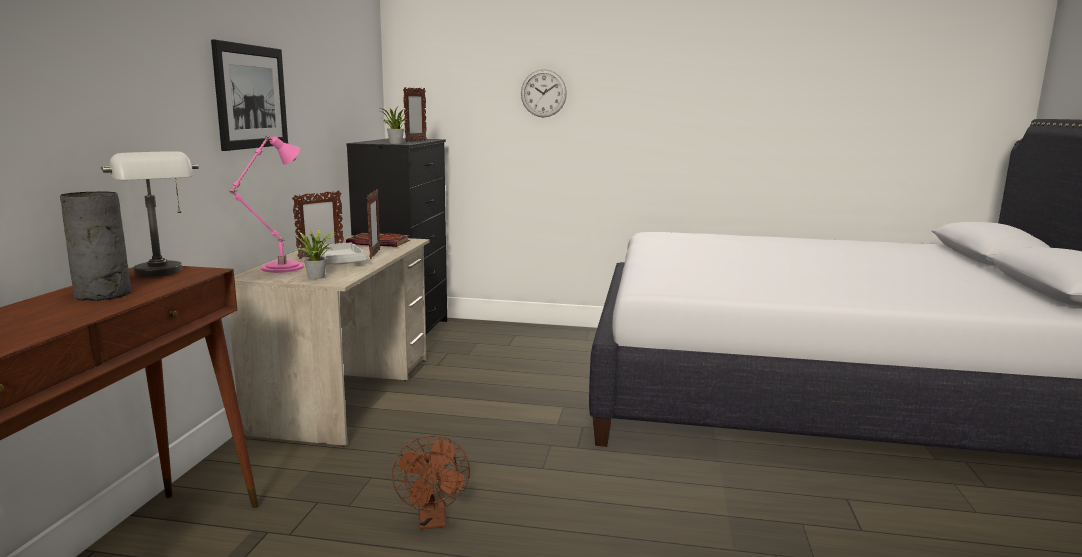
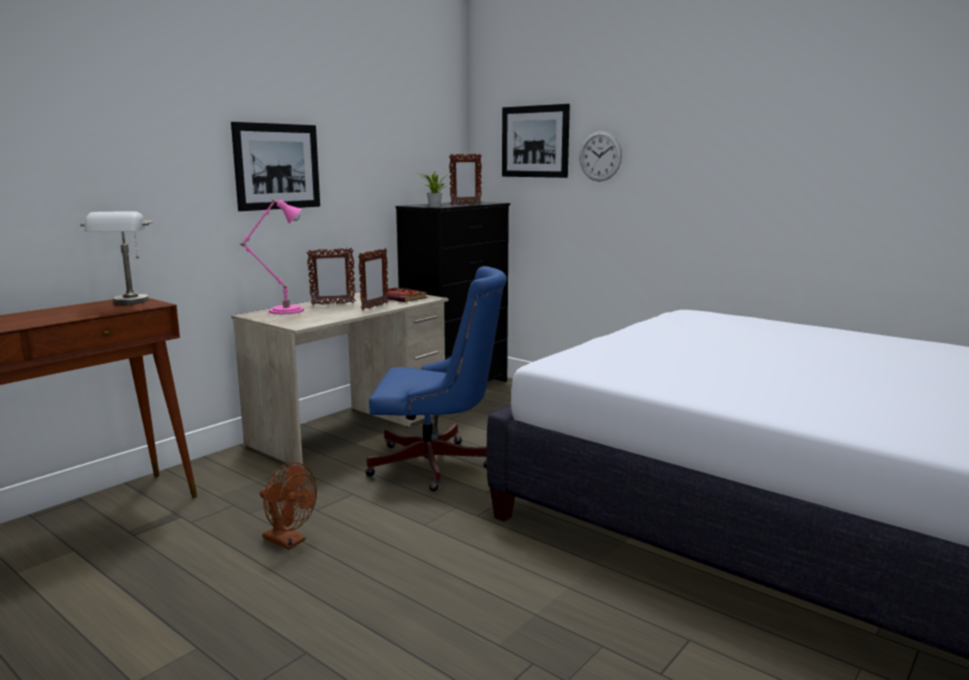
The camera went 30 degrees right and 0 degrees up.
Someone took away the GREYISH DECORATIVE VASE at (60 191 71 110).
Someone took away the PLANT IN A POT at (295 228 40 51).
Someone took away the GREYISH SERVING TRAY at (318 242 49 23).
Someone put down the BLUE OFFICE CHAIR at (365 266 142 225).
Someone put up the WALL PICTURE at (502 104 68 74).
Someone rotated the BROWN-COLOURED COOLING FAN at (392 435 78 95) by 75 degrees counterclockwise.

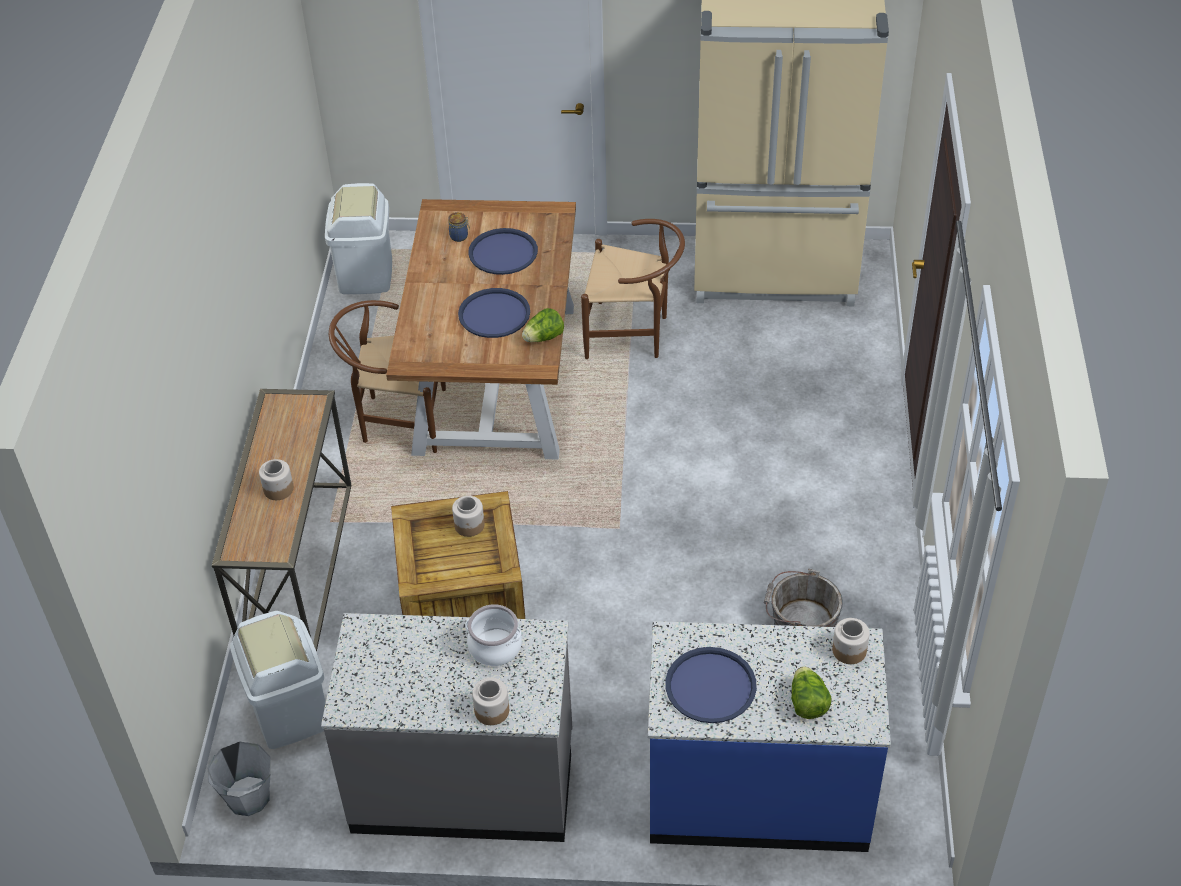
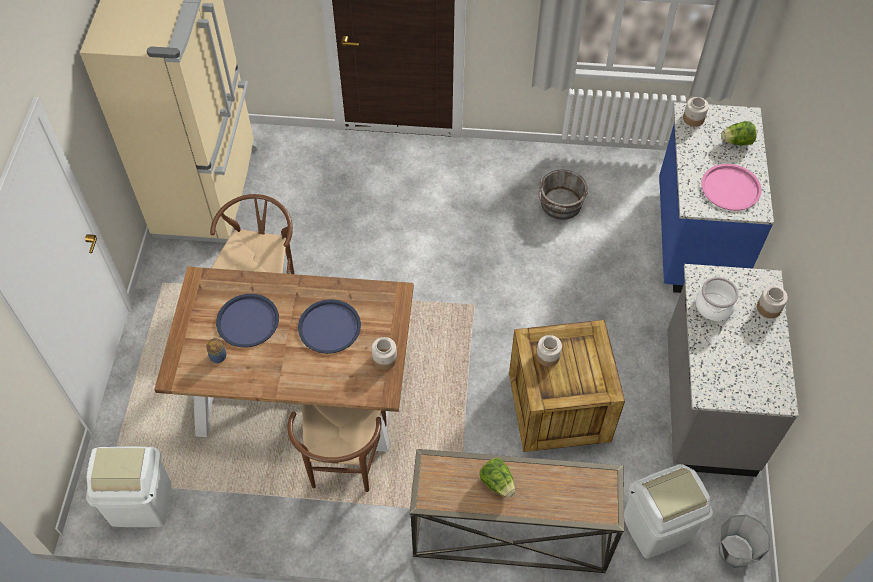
The camera went 90 degrees left and 10 degrees up.
Someone carried the JAR from (259 459 35 41) to (372 337 25 33).
Someone carried the LETTUCE HEAD from (522 308 42 34) to (480 458 35 40).
Someone repainted the BLUE SERVING TRAY at (665 647 92 76), which became the PINKISH SERVING TRAY at (701 164 60 47).

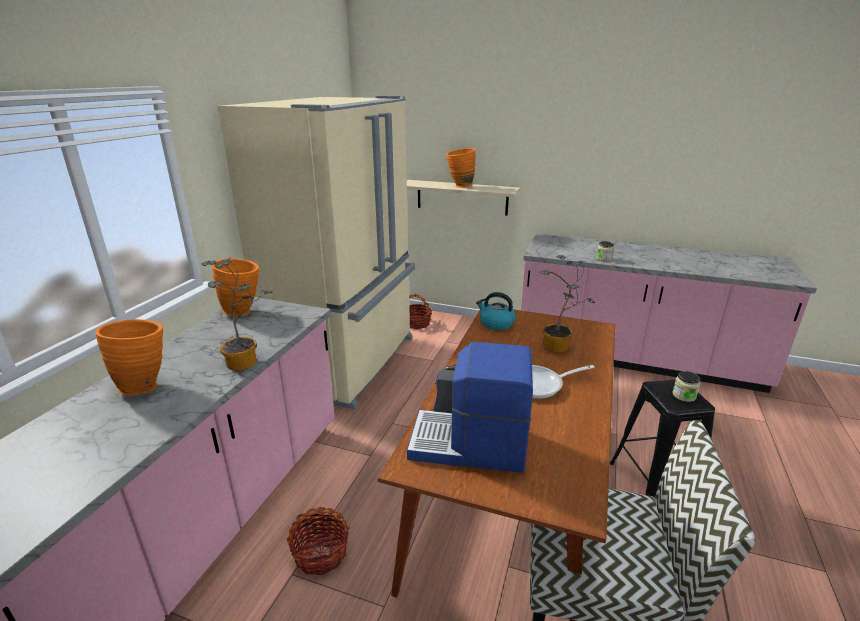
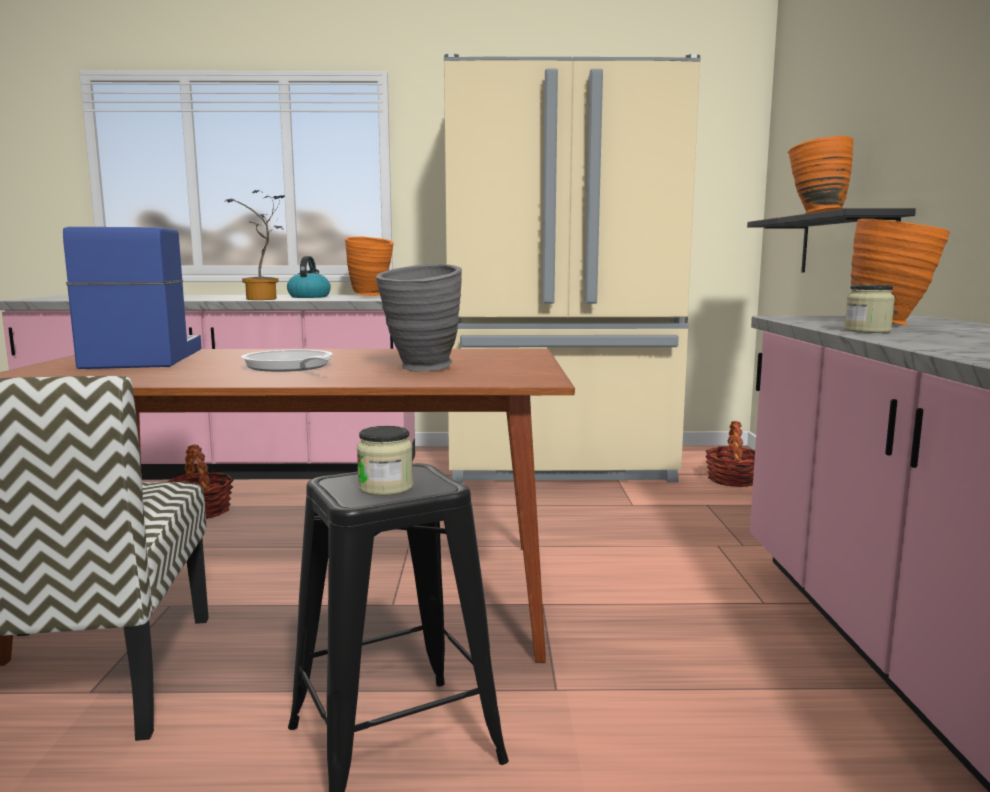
The camera went 70 degrees right and 15 degrees down.
Someone carried the ORANGE DECORATIVE VASE from (96 319 67 77) to (851 219 99 106).
Someone carried the KETTLE from (476 292 40 38) to (287 256 44 42).
Someone swapped the PLANT IN A POT at (540 255 55 98) for the GREYISH DECORATIVE VASE at (376 264 86 107).
Someone repainted the BEIGE SHELF at (407 180 113 35), which became the BLACK-COLOURED SHELF at (747 208 169 64).

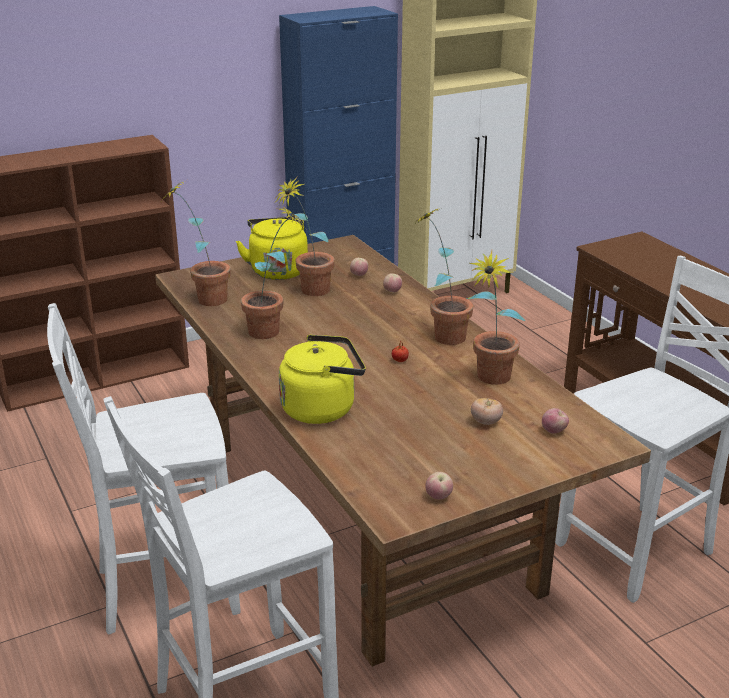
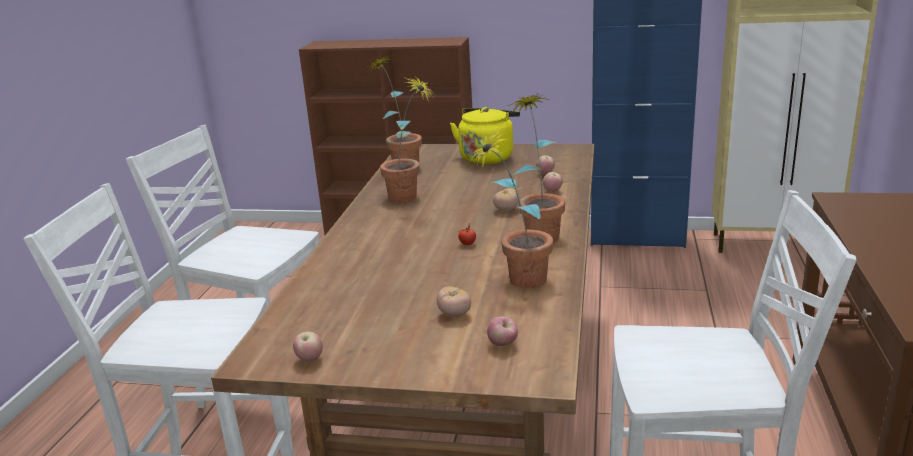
The camera went 40 degrees right and 5 degrees down.
Someone took away the PLANT IN A POT at (276 176 59 120).
Someone took away the YELLOW KETTLE at (279 335 87 89).
Someone put down the FRESH TOMATO at (493 188 26 23).

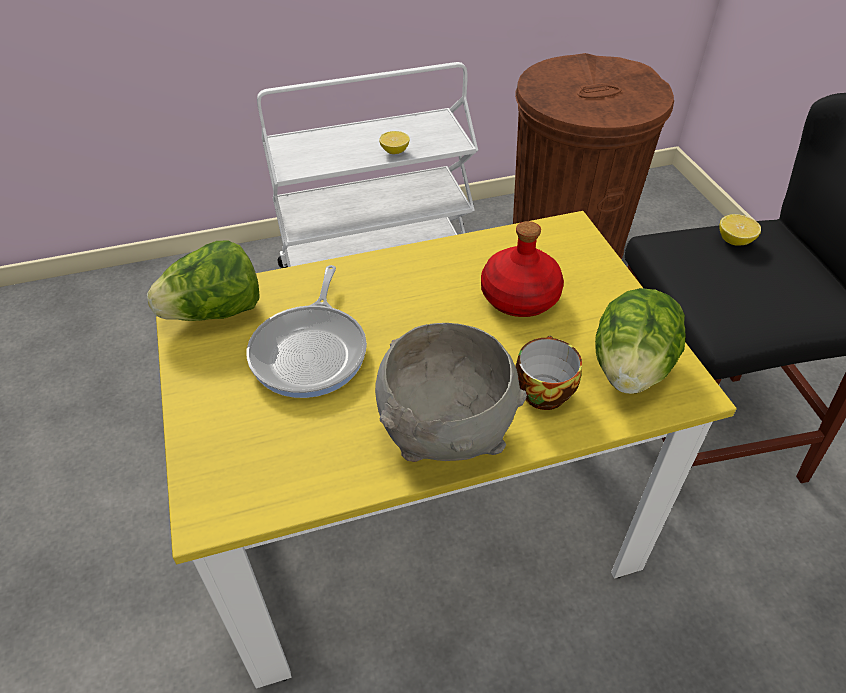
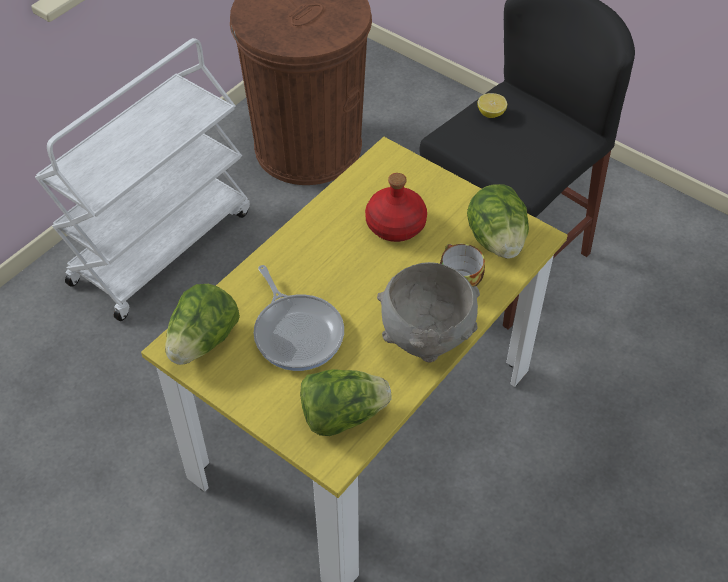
The camera went 35 degrees left and 5 degrees up.
Someone took away the CITRUS FRUIT at (379 131 31 23).
Someone put down the LETTUCE HEAD at (300 369 92 67).

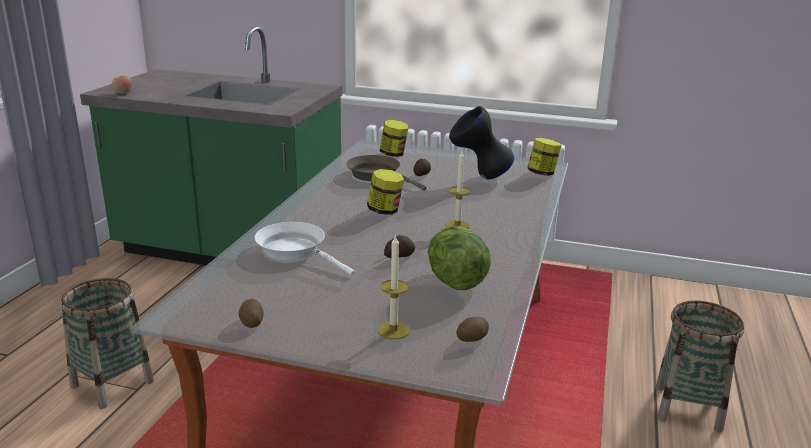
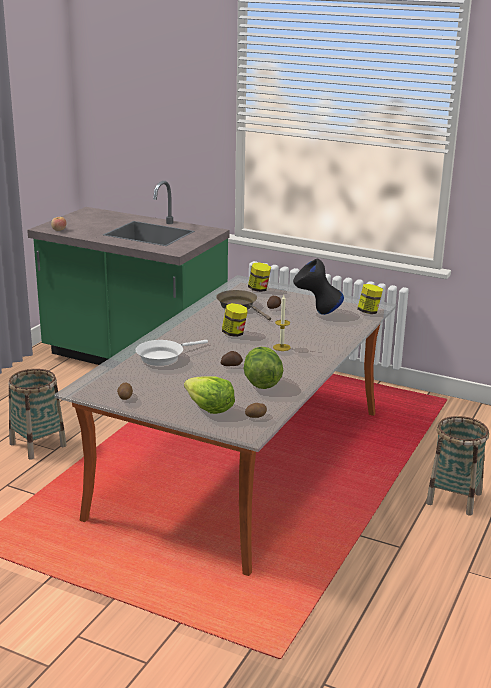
The camera went 10 degrees right and 0 degrees up.
Someone swapped the WAX LIGHT at (378 234 32 105) for the LETTUCE HEAD at (184 376 51 38).
Someone rotated the WHITE-COLOURED SKILLET at (255 222 100 54) by 90 degrees counterclockwise.

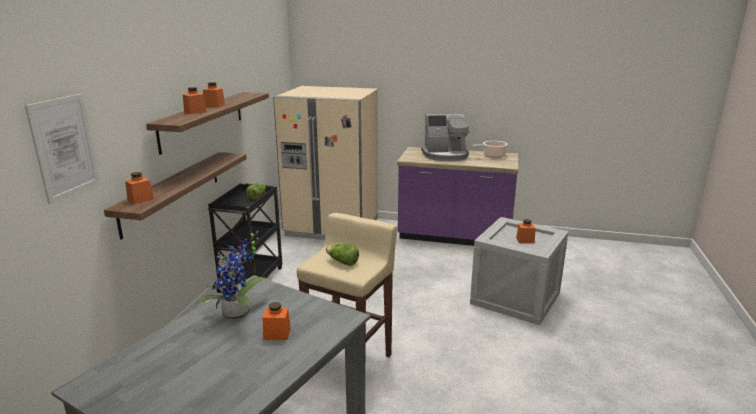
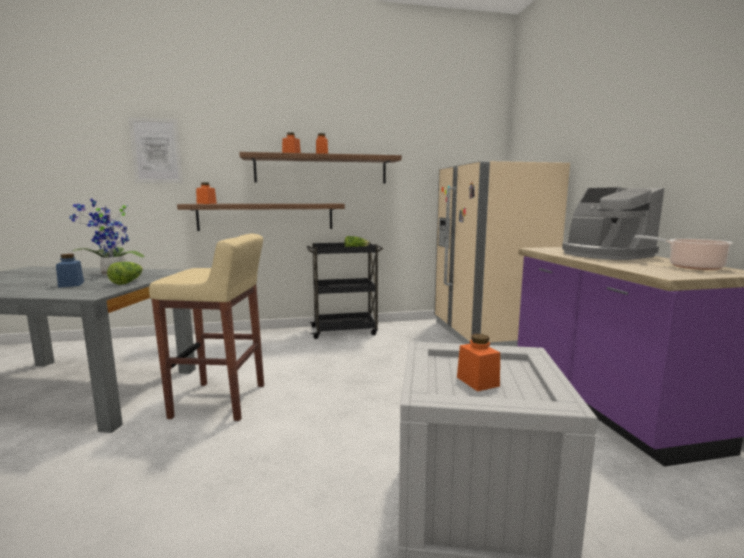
The camera went 65 degrees right and 10 degrees down.
Someone carried the LETTUCE HEAD from (326 244 33 22) to (107 262 36 23).
Someone repainted the ORANGE JAR at (263 302 28 38), which became the BLUE JAR at (56 254 28 34).

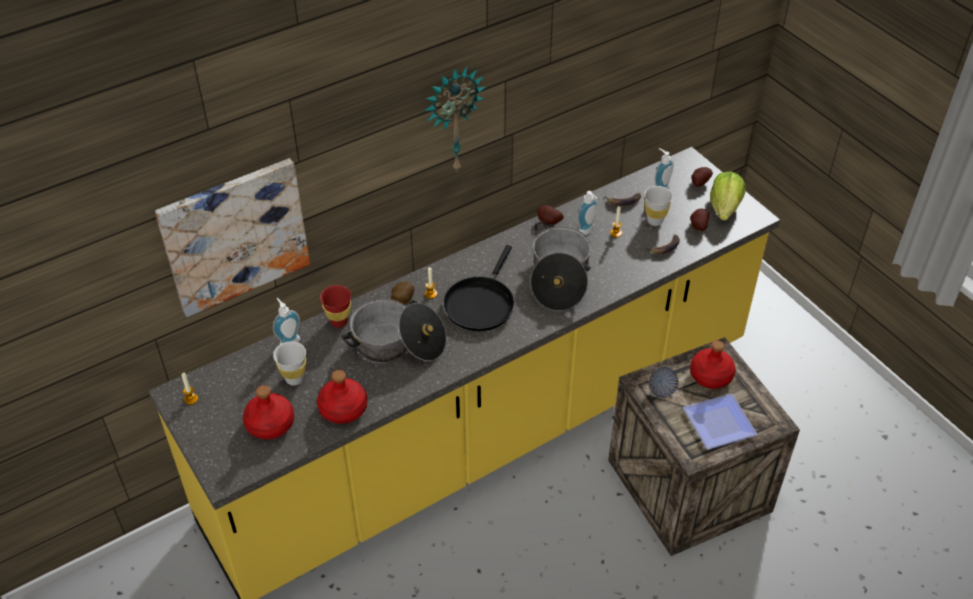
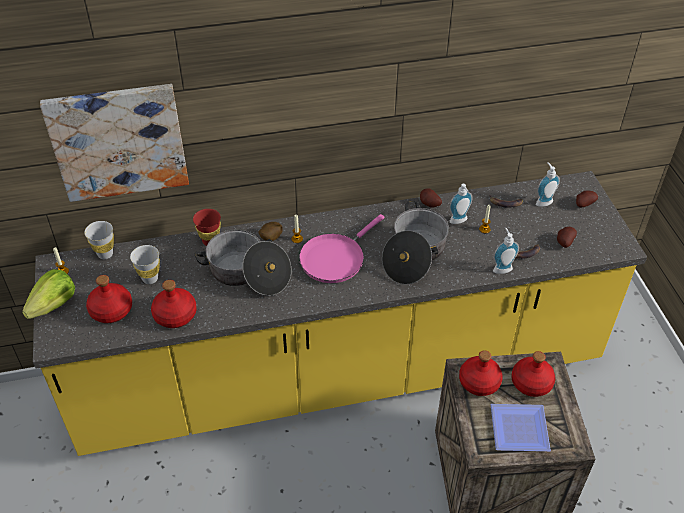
The camera went 20 degrees right and 0 degrees up.
Someone took away the CLOCK ON THE WALL at (424 66 62 106).
Someone carried the SOAP DISPENSER from (273 298 27 47) to (493 228 26 46).
Someone carried the WHITE-COLOURED DRINKING CUP from (644 186 29 40) to (84 221 30 38).
Someone carried the LETTUCE HEAD from (710 171 35 49) to (22 269 53 50).
Someone swapped the BOWL at (649 367 29 31) for the RED-COLOURED BOTTLE at (459 350 44 46).
Someone repainted the BLACK-COLOURED SKILLET at (443 245 72 86), which became the PINKISH SKILLET at (299 214 86 69).

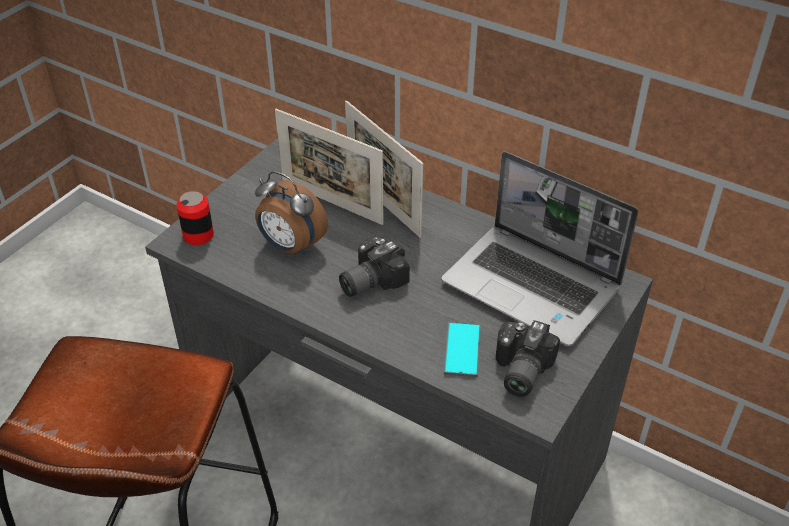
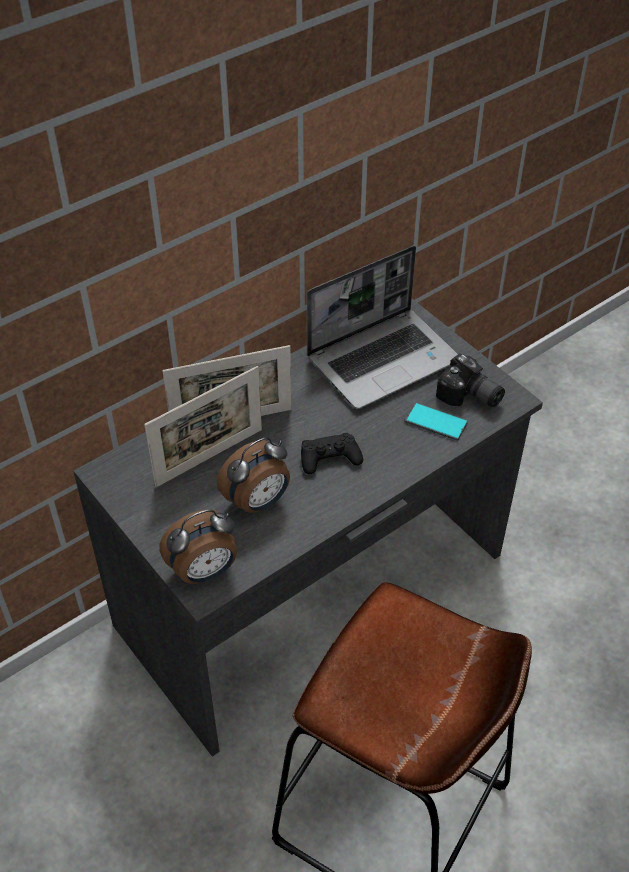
The camera went 70 degrees left and 5 degrees up.
Someone swapped the SEALED CAN at (176 191 38 54) for the ALARM CLOCK at (159 509 78 75).
Someone swapped the STILL CAMERA at (339 235 71 62) for the BLACK-COLOURED GAMEPAD at (301 433 62 41).

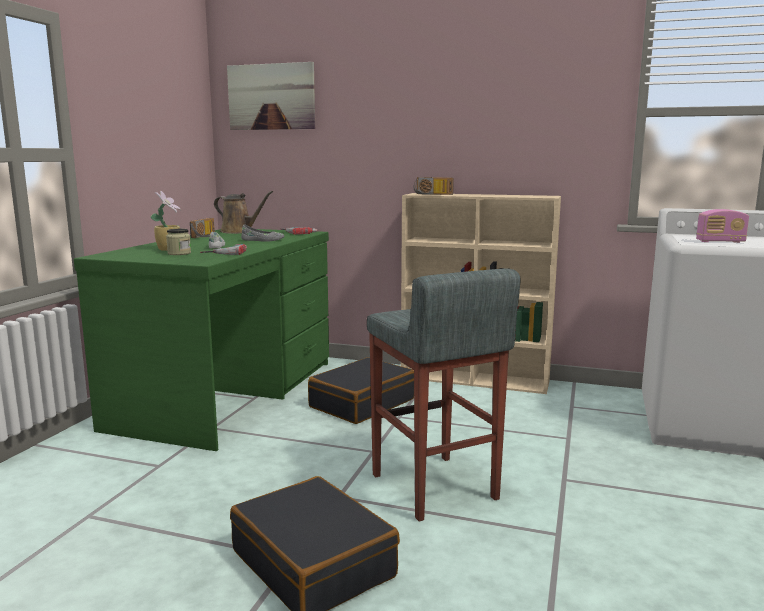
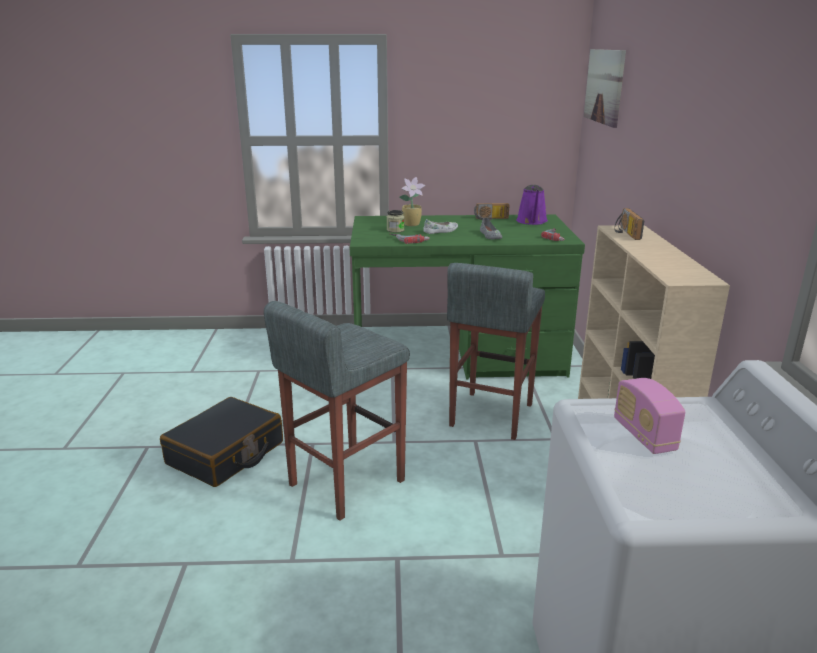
The camera went 70 degrees right and 10 degrees up.
Someone swapped the BLACK-COLOURED SUITCASE at (308 357 106 67) for the GREYISH STOOL SEAT at (447 263 98 177).
Someone repainted the BROWN-COLOURED WATERING CAN at (214 191 59 43), which became the PURPLE-COLOURED WATERING CAN at (516 185 32 40).

